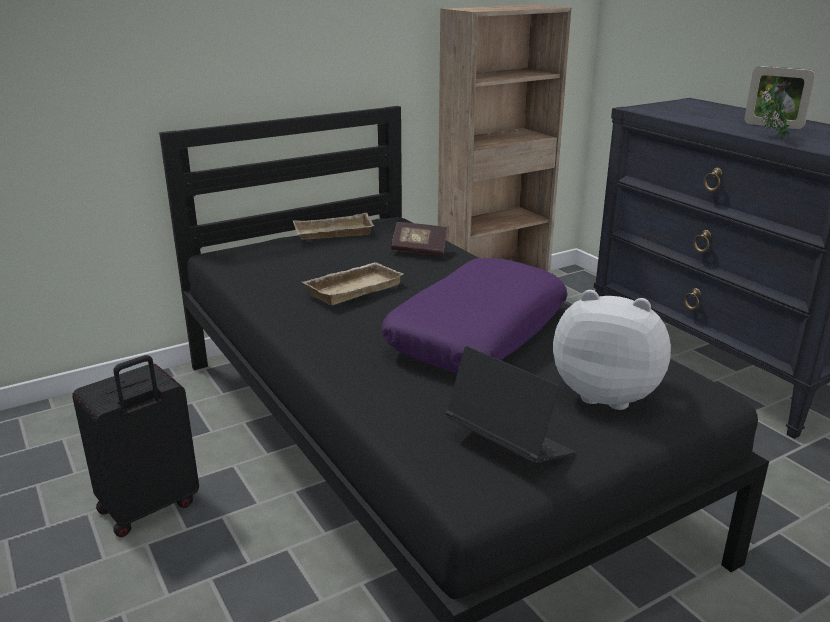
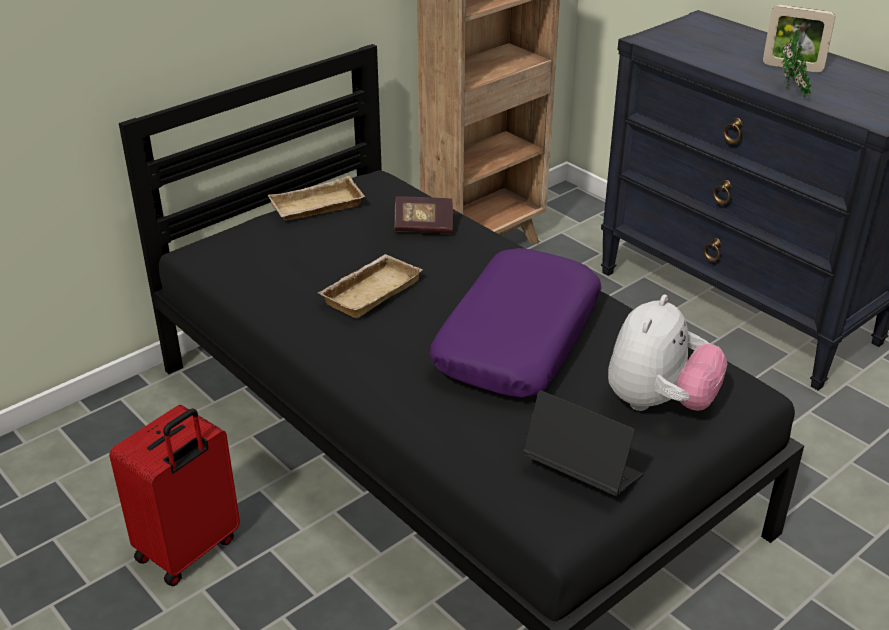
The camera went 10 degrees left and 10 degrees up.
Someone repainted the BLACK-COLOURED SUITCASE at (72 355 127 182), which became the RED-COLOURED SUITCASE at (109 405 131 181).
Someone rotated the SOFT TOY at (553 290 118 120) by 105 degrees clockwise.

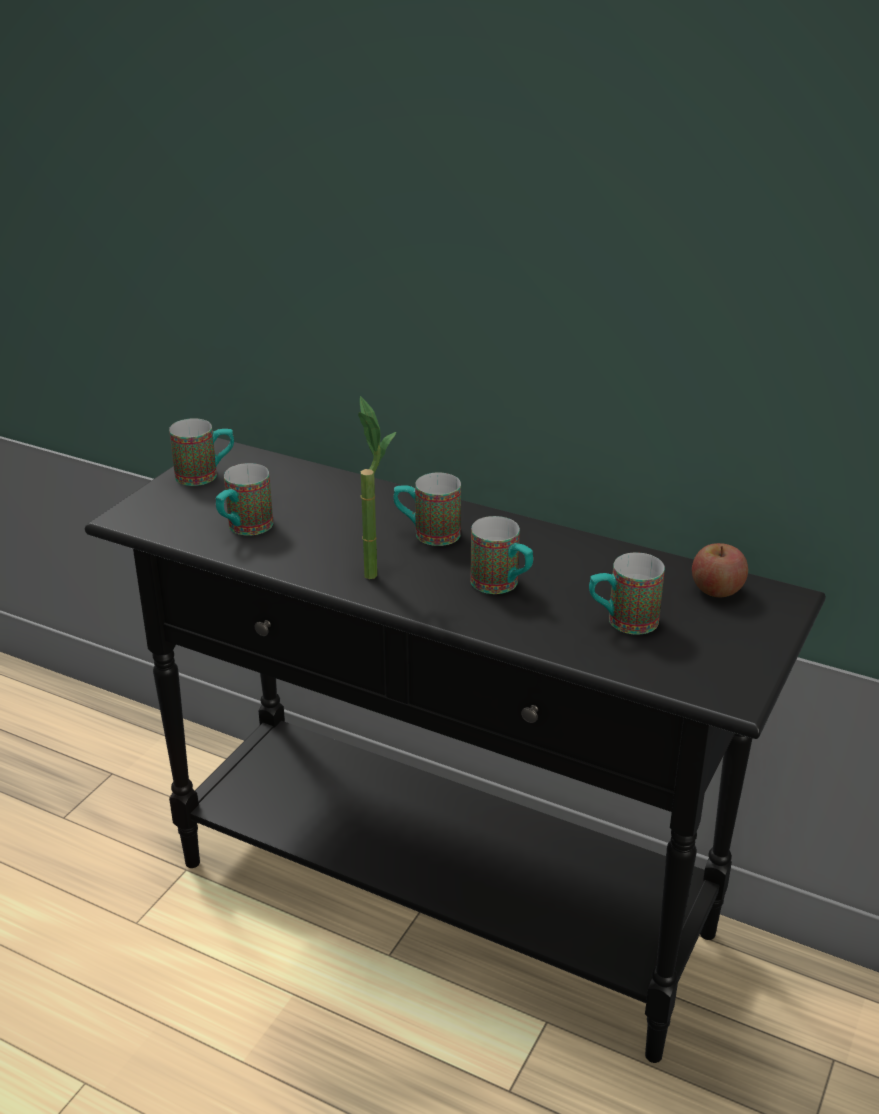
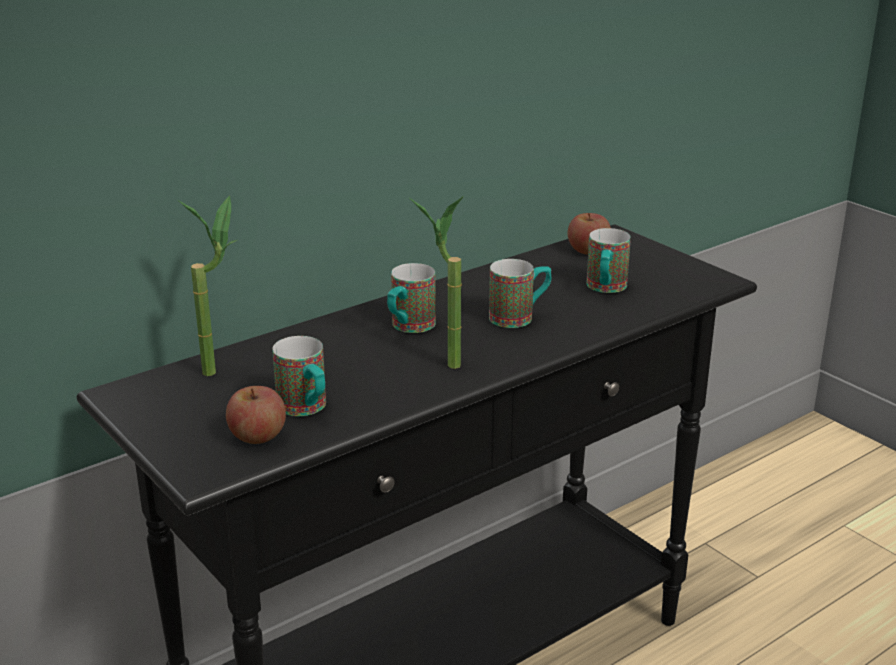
The camera went 65 degrees left and 5 degrees down.
Someone took away the COFFEE MUG at (169 418 65 68).
Someone put down the PLANT IN A POT at (178 196 59 180).
Someone put down the APPLE FRUIT at (226 386 60 58).

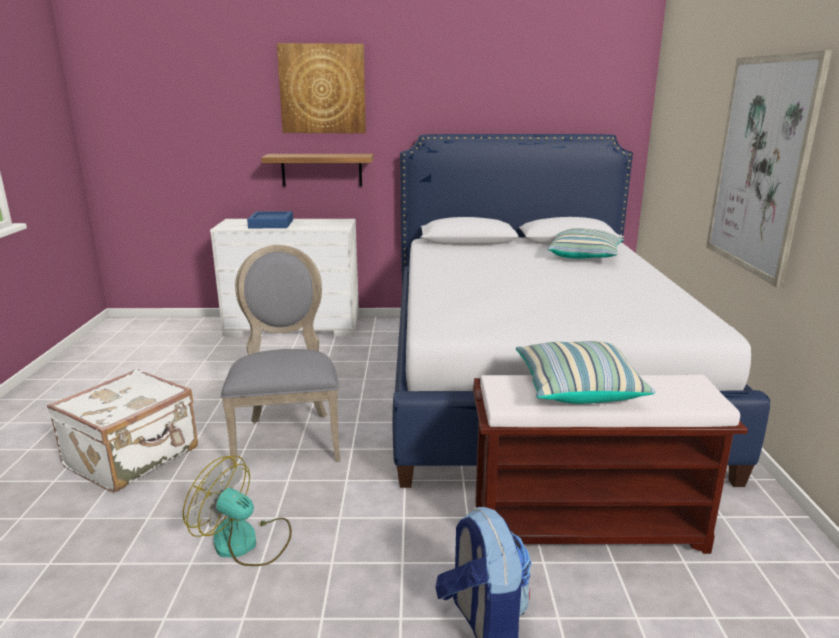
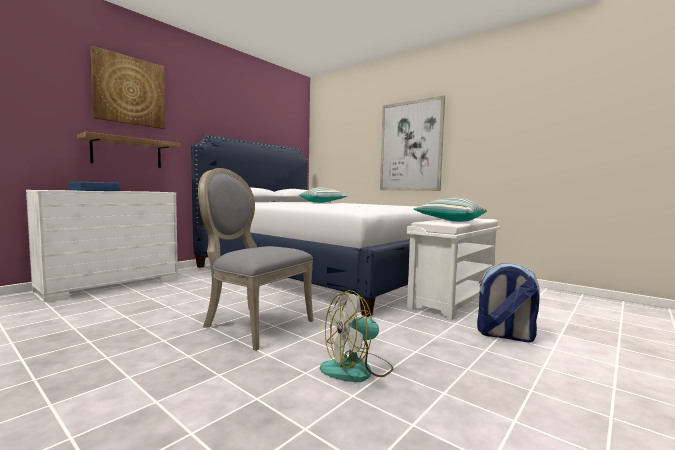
The camera went 50 degrees left and 15 degrees down.
Someone took away the WHITE-COLOURED SUITCASE at (47 369 151 124).
Someone repainted the BROWN-COLOURED LONG SEAT at (473 375 275 179), which became the WHITE-COLOURED LONG SEAT at (406 218 94 102).

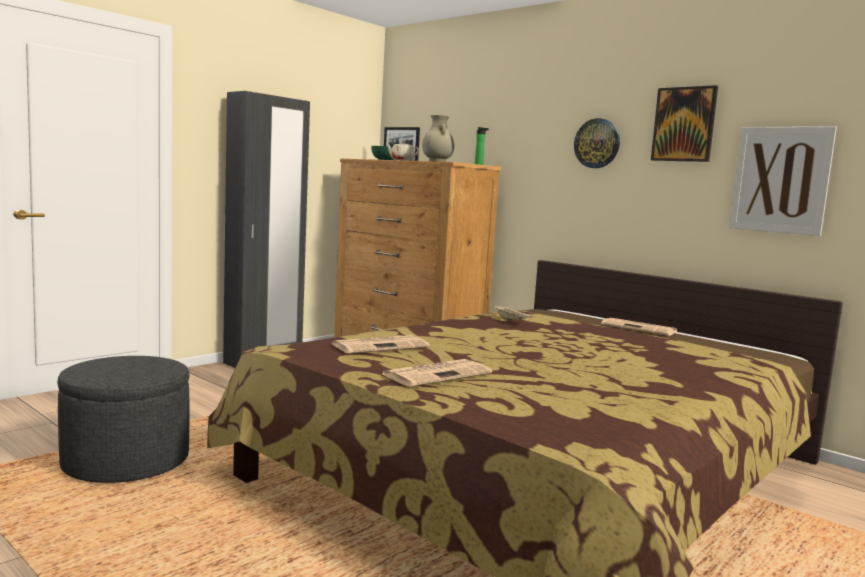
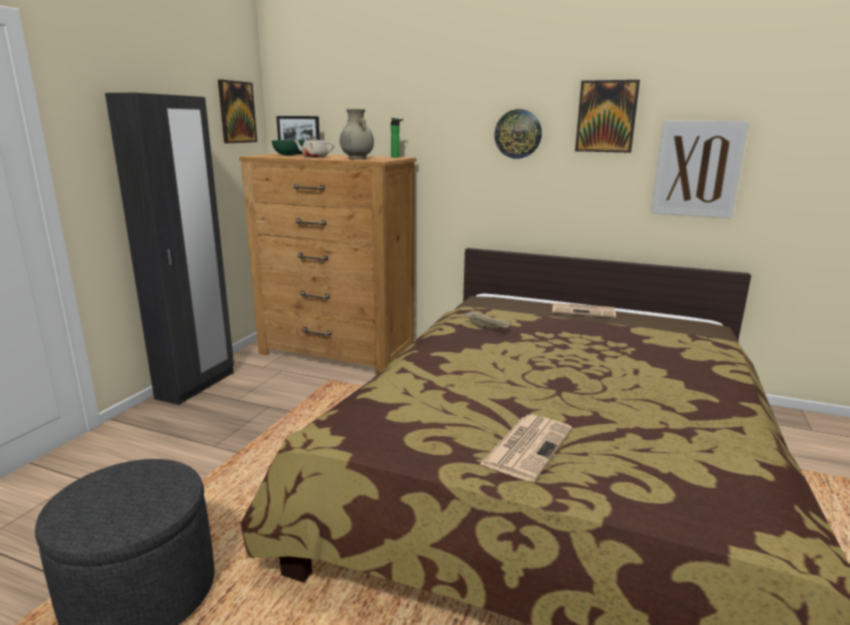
The camera went 20 degrees left and 10 degrees up.
Someone took away the NEWSPAPER at (333 335 97 19).
Someone put up the WALL PICTURE at (218 79 39 64).

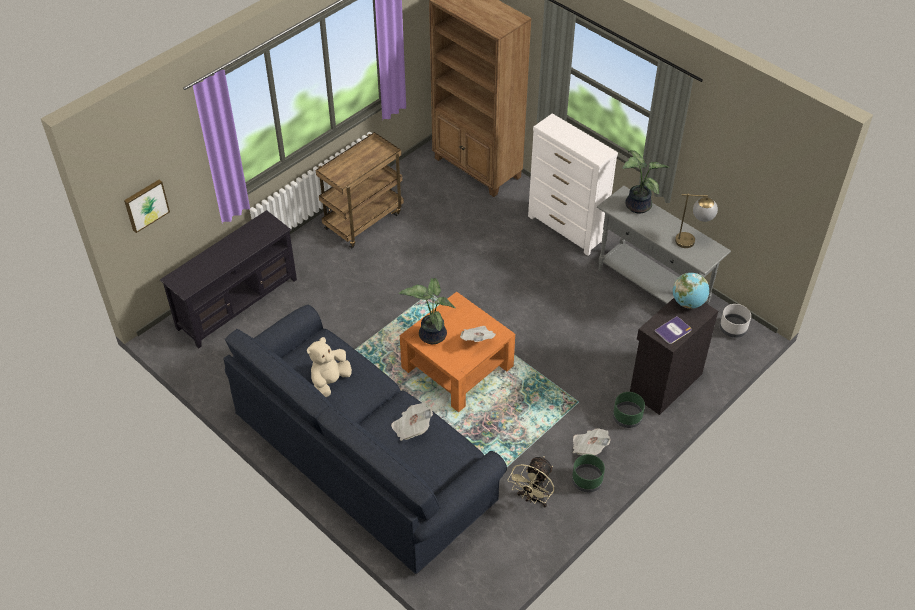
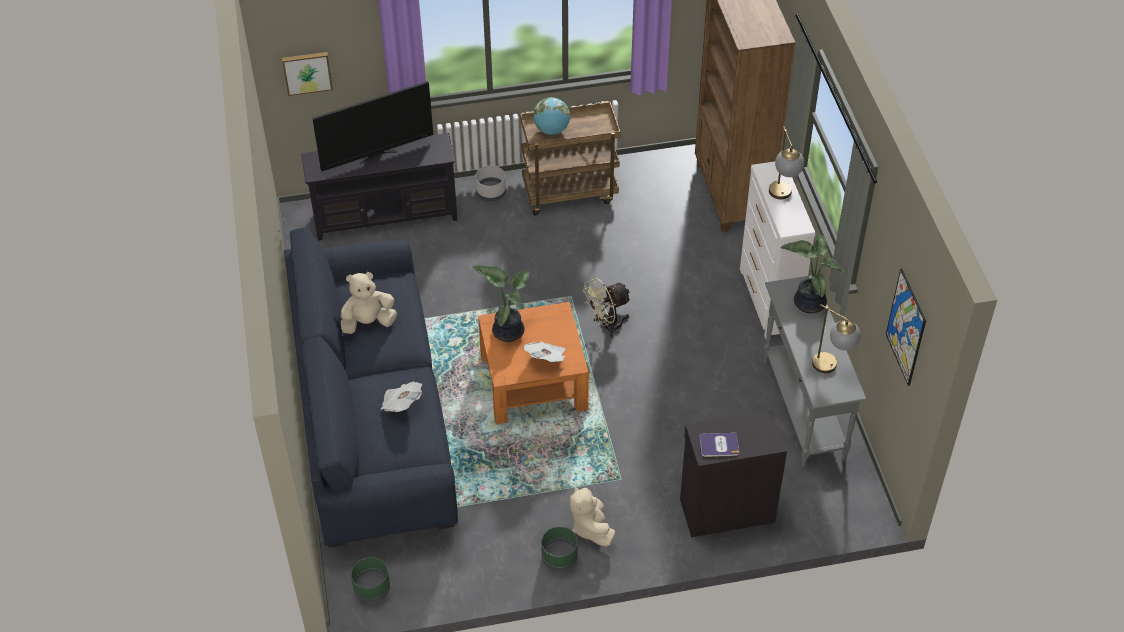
The camera went 35 degrees right and 0 degrees up.
Someone put down the TV at (312 81 121 90).
Someone put down the TABLETOP LAMP at (769 126 35 73).
Someone put up the WALL PICTURE at (886 269 40 117).
Someone carried the BEIGE COOLING FAN from (508 456 46 51) to (583 278 48 60).
Someone carried the GREEN-COLOURED PLANTER from (613 392 32 36) to (351 557 39 45).
Someone carried the GLOBE from (673 273 36 36) to (533 97 37 38).
Someone carried the GREYISH PLANTER from (720 304 31 34) to (475 166 31 36).
Someone swapped the NEWSPAPER at (573 428 38 27) for the BEIGE SOFT TOY at (570 486 46 61).

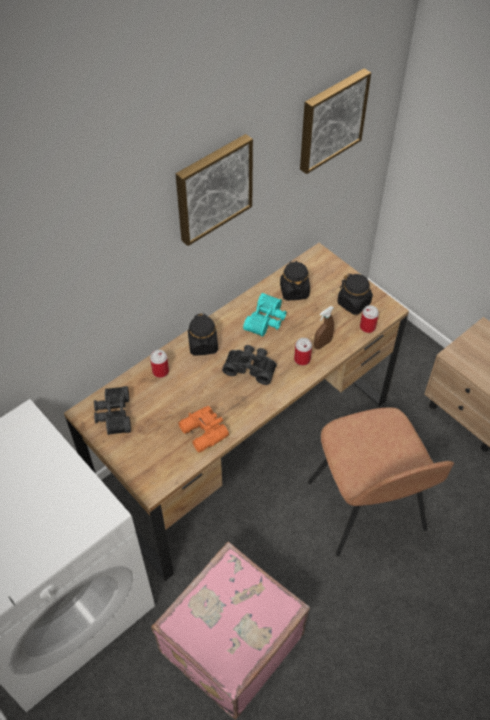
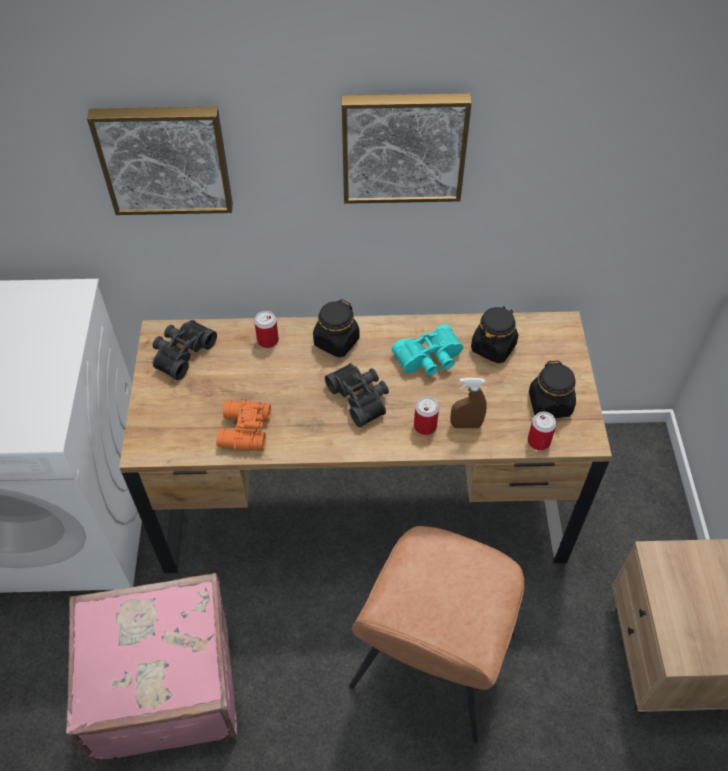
The camera went 40 degrees right and 0 degrees up.
Someone carried the WALL PICTURE from (300 69 71 105) to (87 107 146 108).

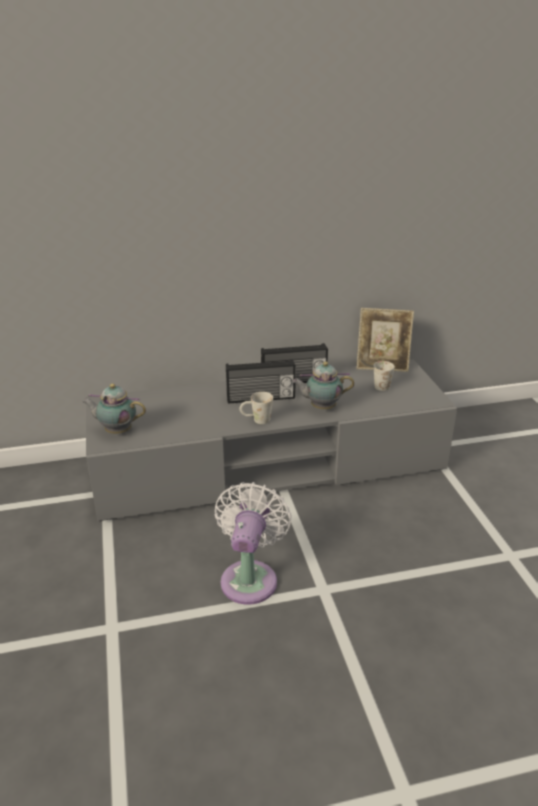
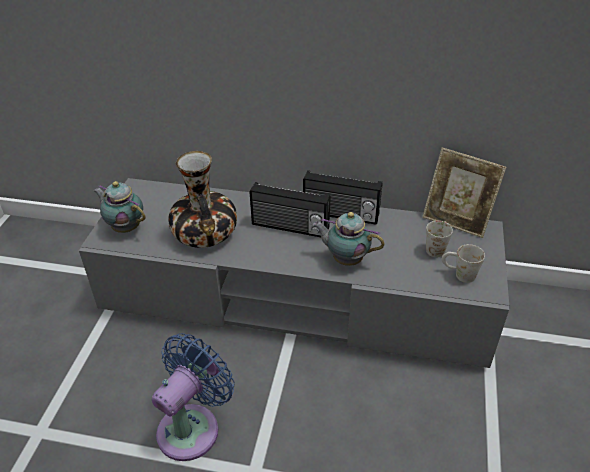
The camera went 25 degrees right and 10 degrees up.
Someone put down the DECORATIVE VASE at (168 151 69 97).
Someone carried the WHITE-COLOURED COFFEE MUG from (240 392 33 32) to (442 244 43 39).
Someone repainted the WHITE-COLOURED COOLING FAN at (215 482 77 123), which became the BLUE COOLING FAN at (152 333 82 128).

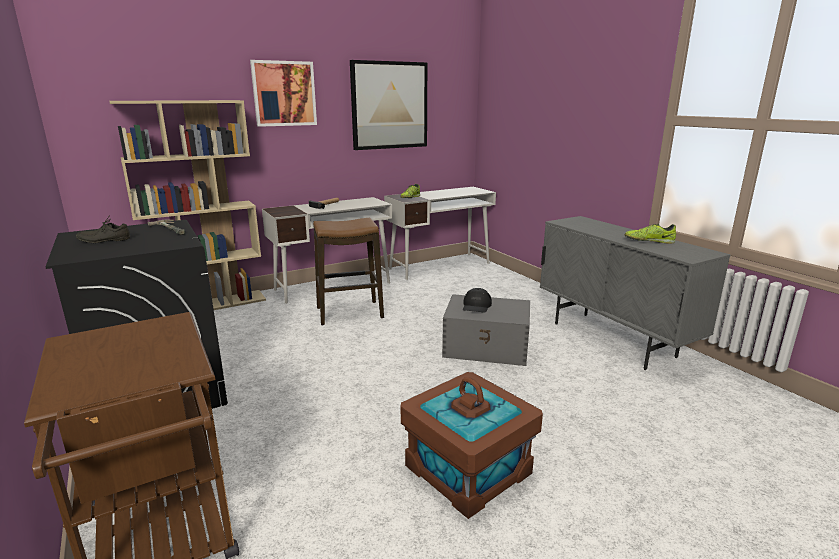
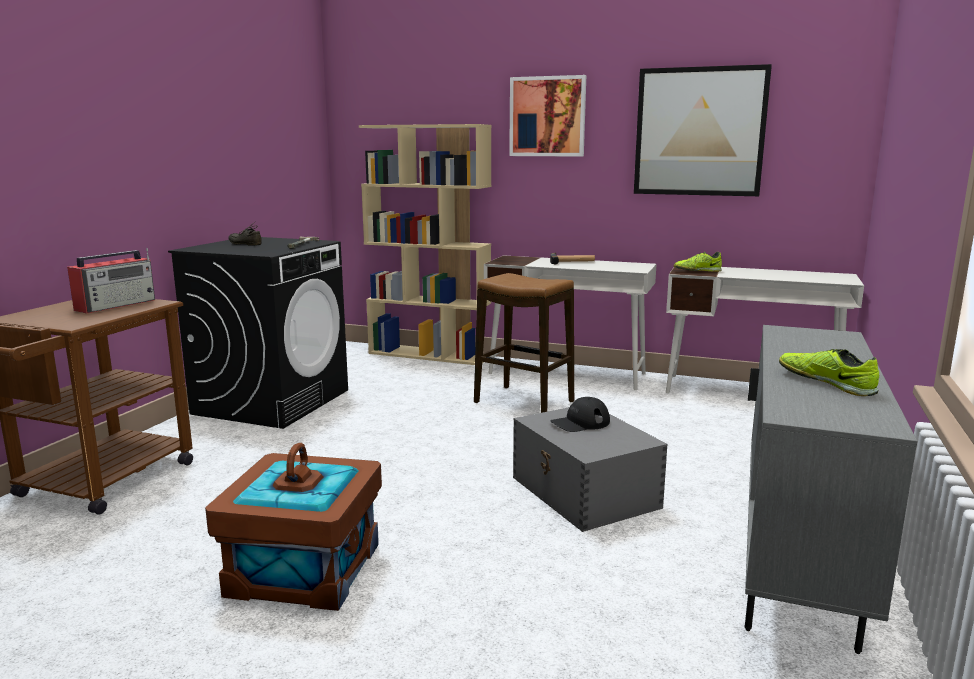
The camera went 50 degrees right and 5 degrees down.
Someone put down the RADIO at (67 248 88 66).

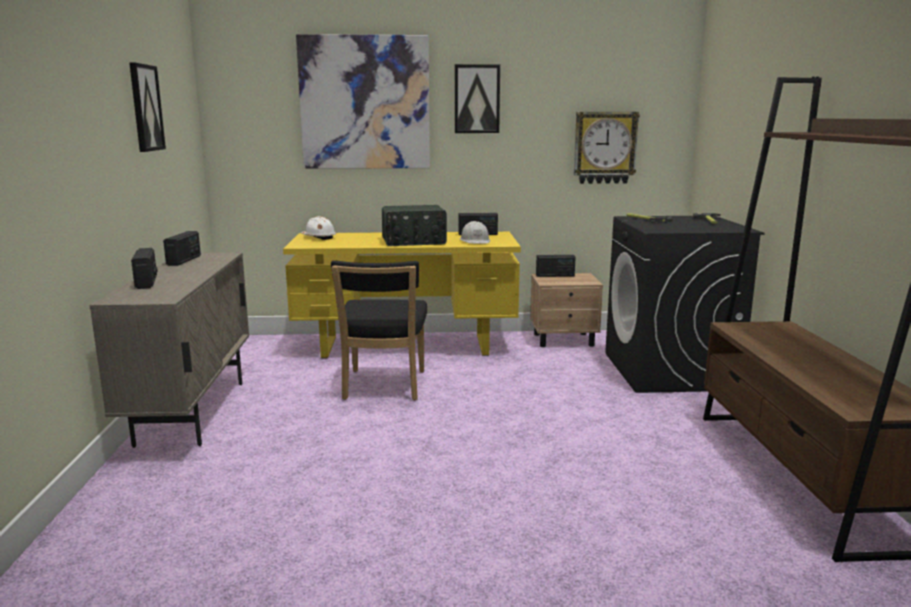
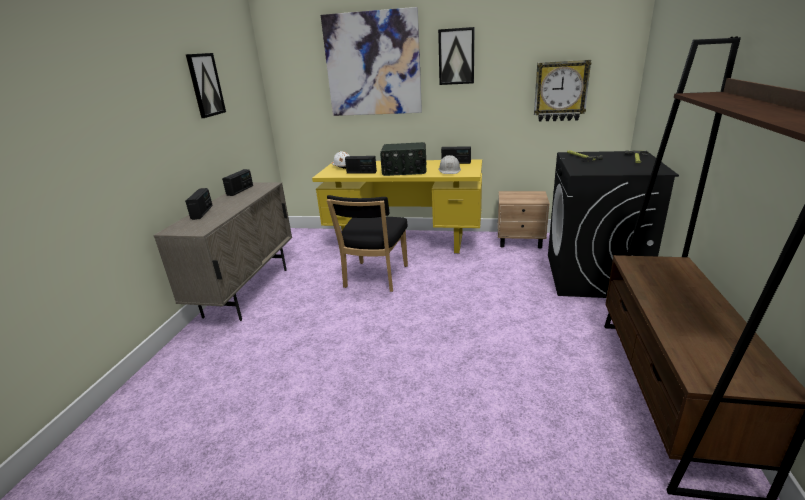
The camera went 15 degrees right and 10 degrees up.
Someone carried the RADIO from (536 255 40 22) to (345 156 32 18).

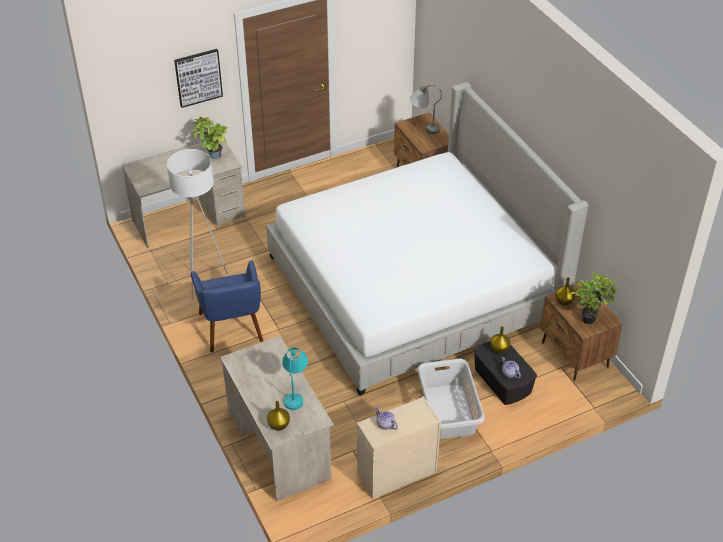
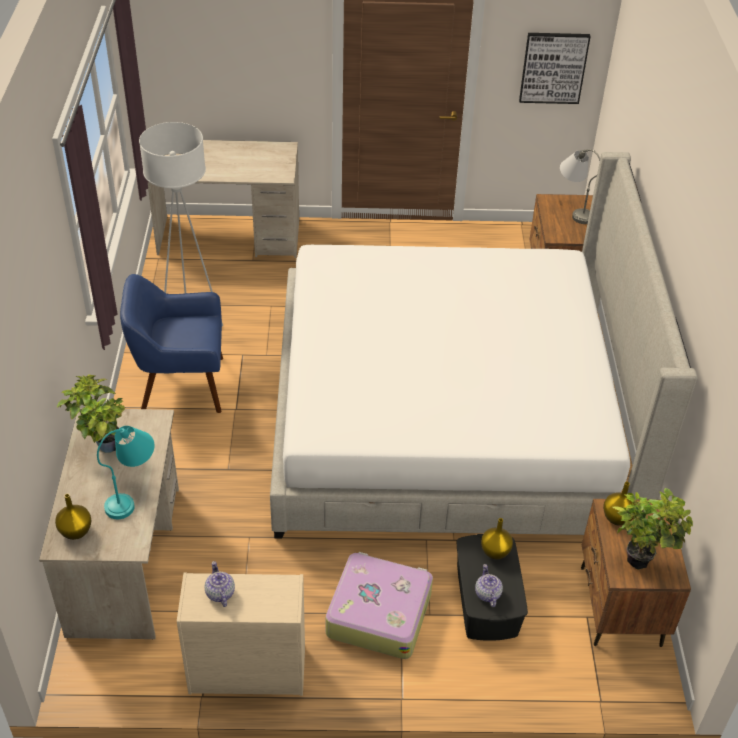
The camera went 25 degrees right and 0 degrees up.
Someone carried the WALL PICTURE from (174 49 49 59) to (519 33 72 71).
Someone carried the PLANT IN A POT from (190 116 38 43) to (57 374 68 79).
Someone swapped the GREYISH HAMPER at (417 358 68 81) for the SUITCASE at (326 552 107 107).
Someone rotated the BLUE LOUNGE CHAIR at (191 260 72 92) by 75 degrees clockwise.

